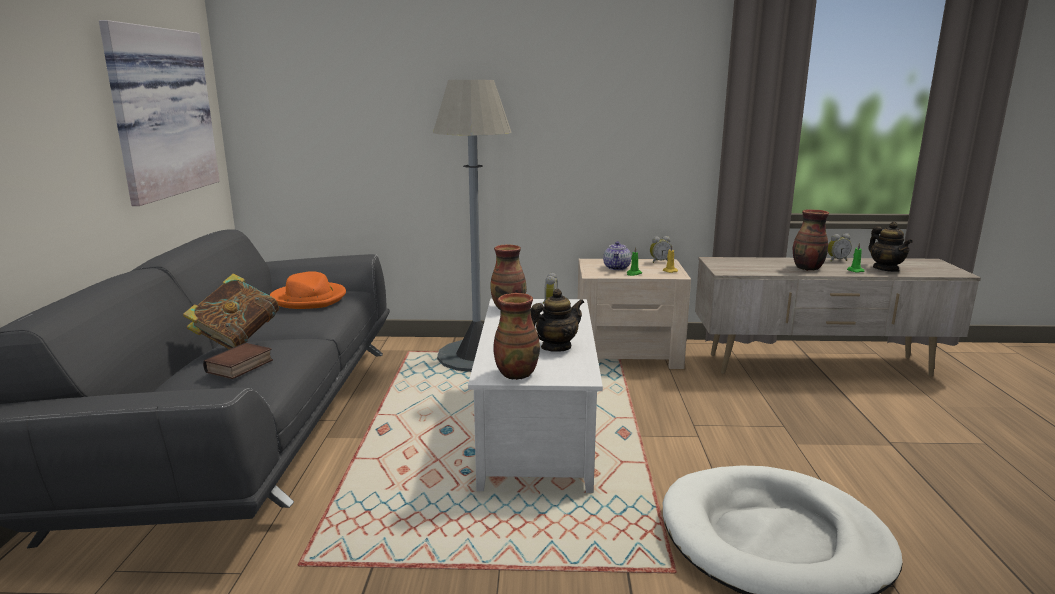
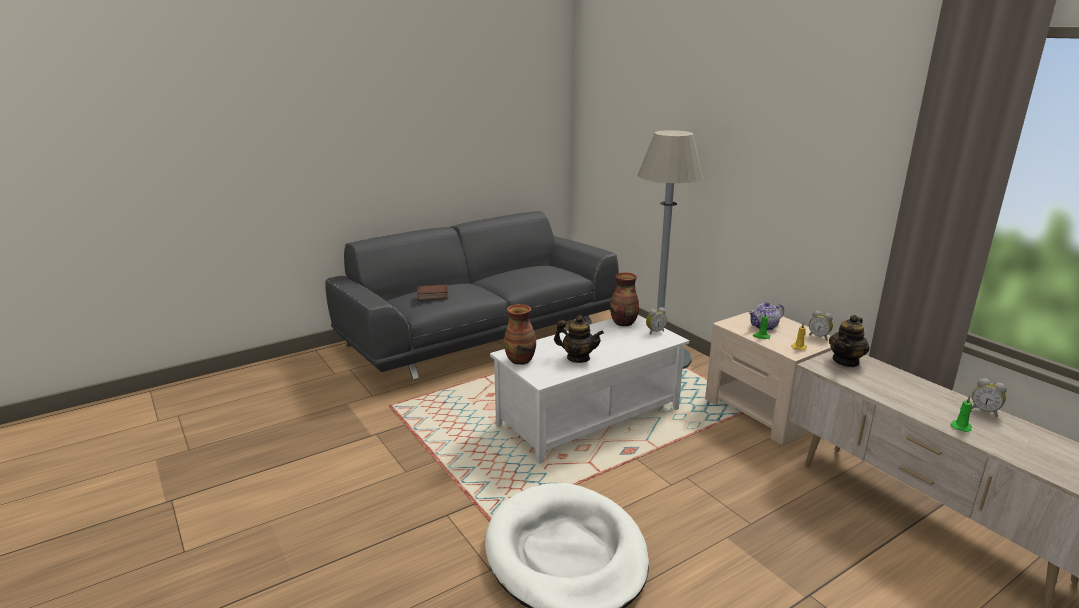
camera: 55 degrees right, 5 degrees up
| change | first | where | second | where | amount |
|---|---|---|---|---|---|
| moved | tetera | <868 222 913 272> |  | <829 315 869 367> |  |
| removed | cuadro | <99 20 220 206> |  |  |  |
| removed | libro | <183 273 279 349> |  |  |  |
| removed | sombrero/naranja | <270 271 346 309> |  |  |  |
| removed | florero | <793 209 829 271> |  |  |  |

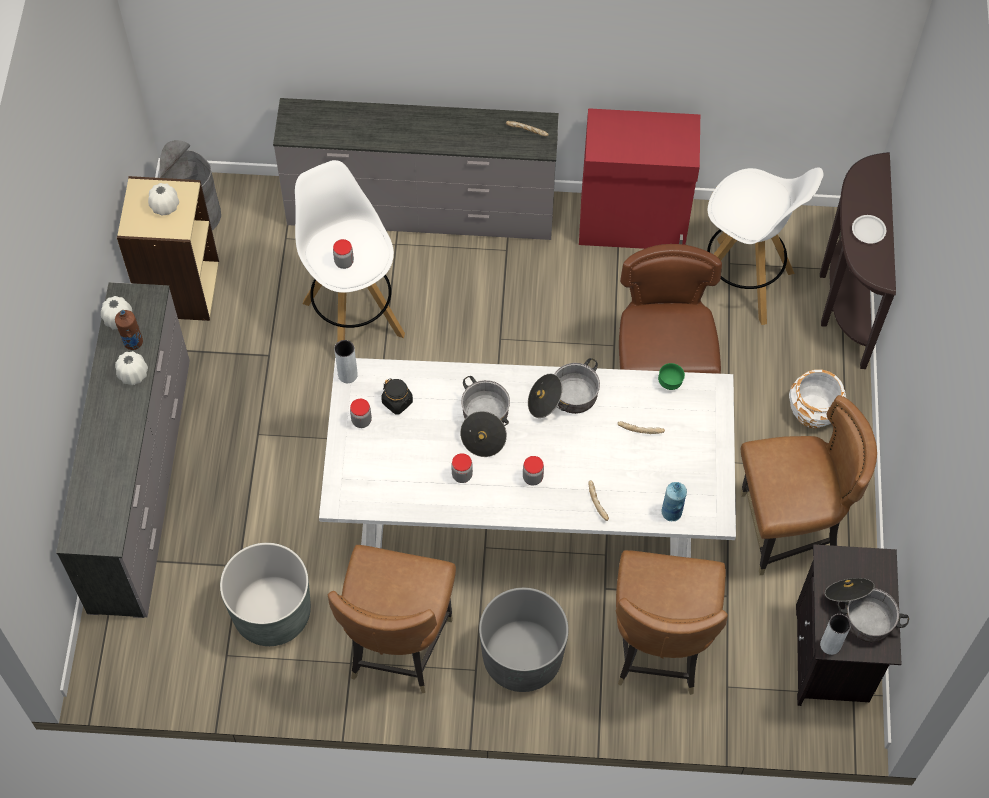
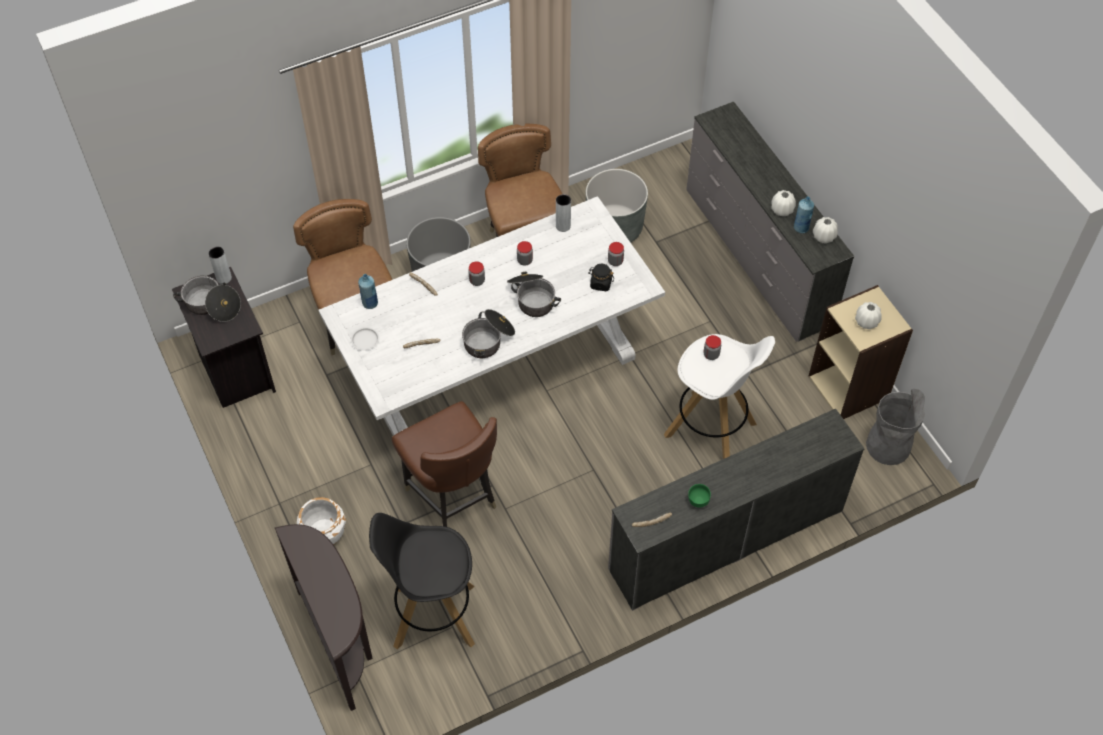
camera: 150 degrees right, 5 degrees down
| change | first | where | second | where | amount |
|---|---|---|---|---|---|
| moved | plato/blanco | <852 215 886 243> |  | <351 327 379 351> |  |
| recoloured | taburete/blanco | <707 167 824 325> | taburete/negro | <369 513 475 649> |  |
| moved | florero/gris | <334 340 358 383> |  | <556 194 571 232> |  |
| moved | cuenco/verde | <658 363 685 390> |  | <688 484 711 508> |  |
| recoloured | botella/marrón | <115 310 143 350> | botella/azul | <794 196 814 233> |  |
| removed | armario/rojo | <579 108 700 249> |  |  |  |
| removed | silla/marrón | <741 395 877 575> |  |  |  |

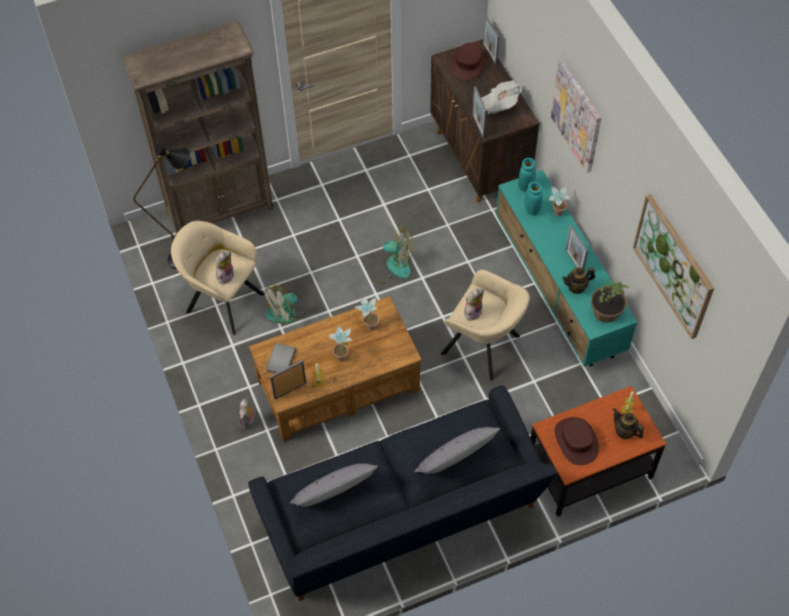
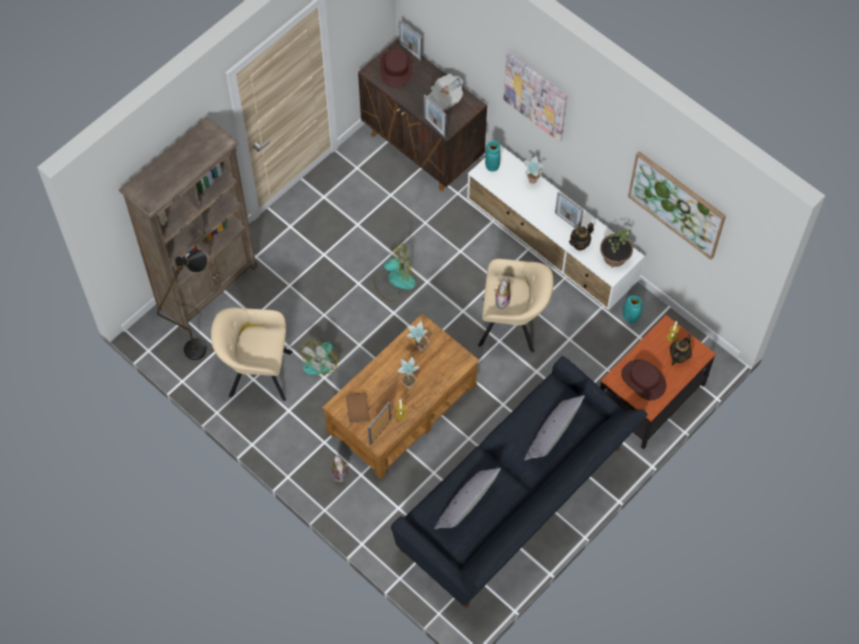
camera: 25 degrees left, 5 degrees up
| change | first | where | second | where | amount |
|---|---|---|---|---|---|
| recoloured | libro/gris | <266 343 296 374> | libro/marrón | <346 392 370 424> |  |
| recoloured | mueble de televisión/turquesa | <496 170 637 367> | mueble de televisión/blanco | <467 145 645 310> |  |
| moved | florero/turquesa | <524 182 543 215> |  | <623 295 642 323> |  |
| turned | tetera | <613 408 644 440> |  | <670 334 692 365> | 105 degrees clockwise |
| removed | peluche | <215 251 234 284> |  |  |  |

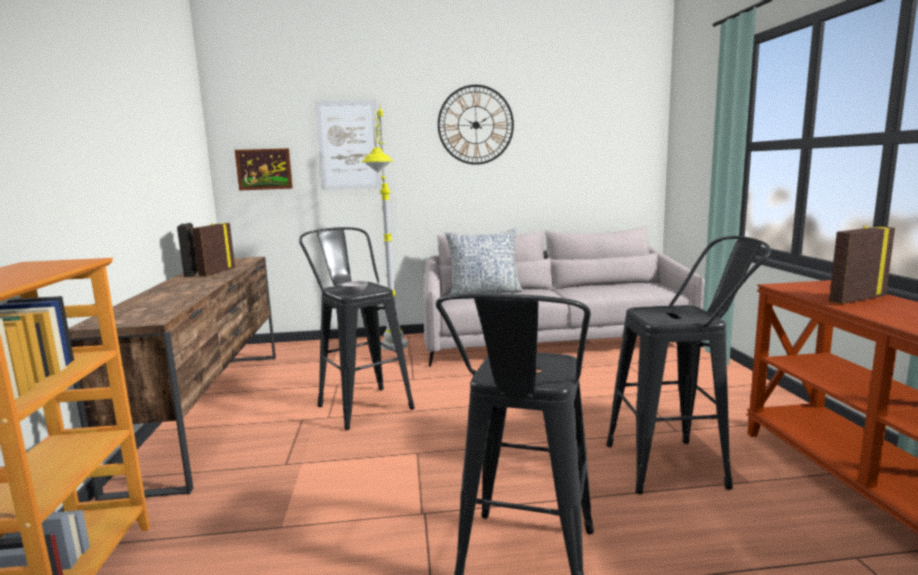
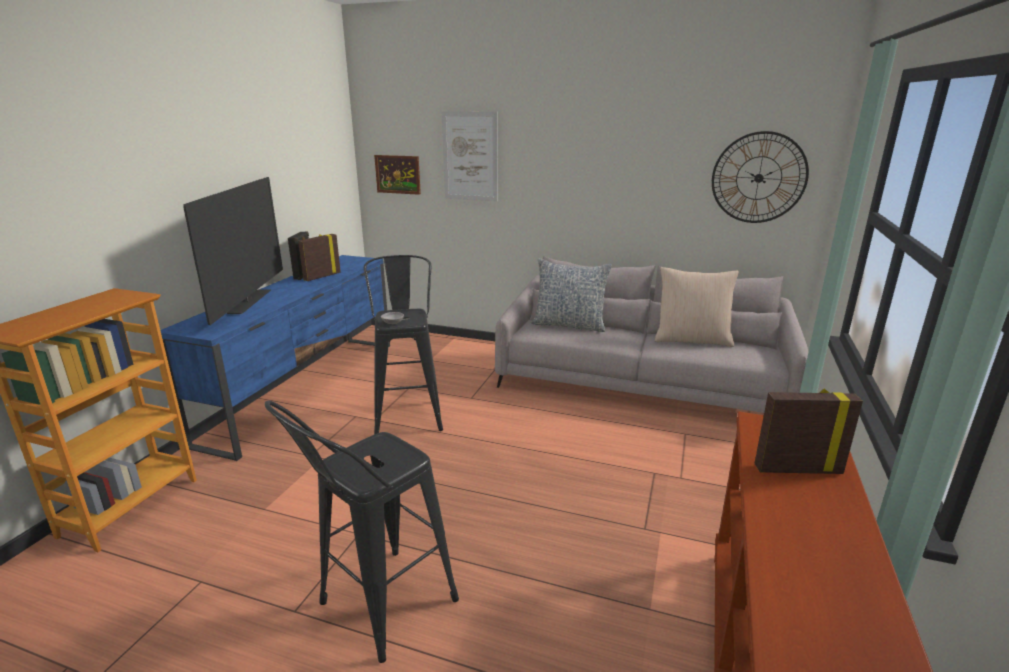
camera: 25 degrees right, 10 degrees up
| change | first | where | second | where | amount |
|---|---|---|---|---|---|
| recoloured | mueble de televisión/marrón | <68 257 276 501> | mueble de televisión/azul | <160 255 390 461> |  |
| added |  |  | televisor | <183 177 283 325> |  |
| added |  |  | cojín/beis | <655 267 739 347> |  |
| moved | reloj de pared | <438 85 514 165> |  | <712 131 809 223> |  |
| removed | lámpara de pie/gris | <361 104 408 350> |  |  |  |
| removed | taburete/negro | <606 236 771 494> |  |  |  |

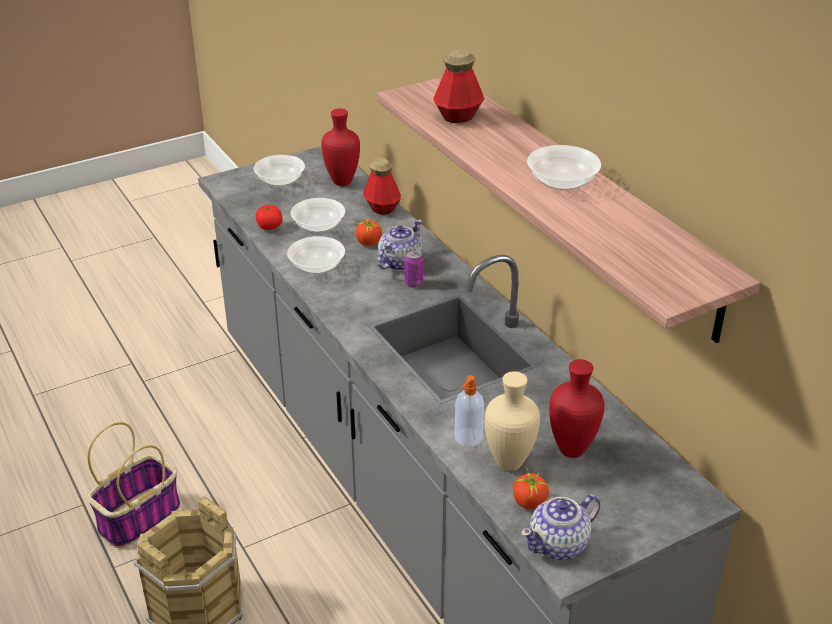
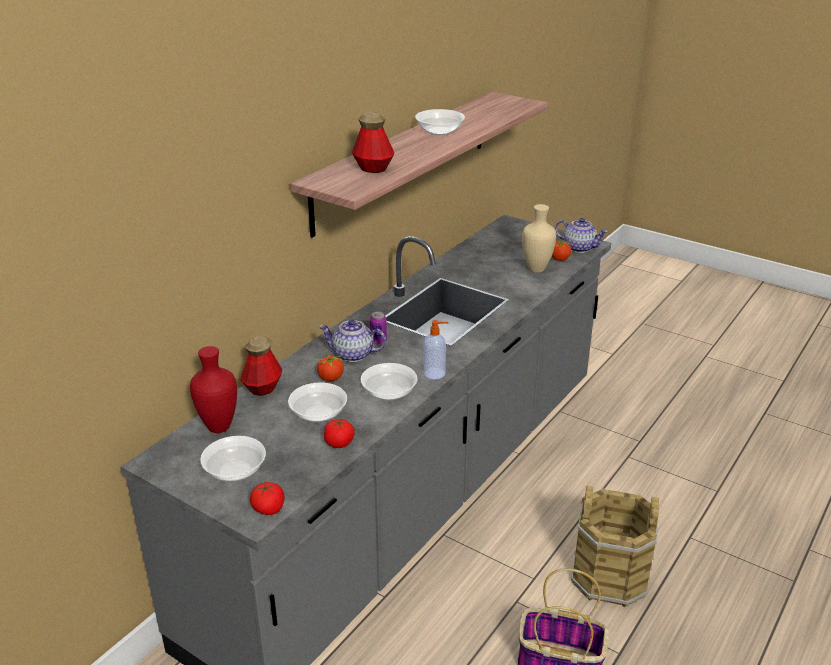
camera: 115 degrees left, 5 degrees down
| change | first | where | second | where | amount |
|---|---|---|---|---|---|
| added |  |  | tomate | <250 482 285 515> |  |
| moved | dispensador de jabón | <455 375 484 447> |  | <423 320 448 379> |  |
| removed | florero/rojo | <549 359 604 458> |  |  |  |

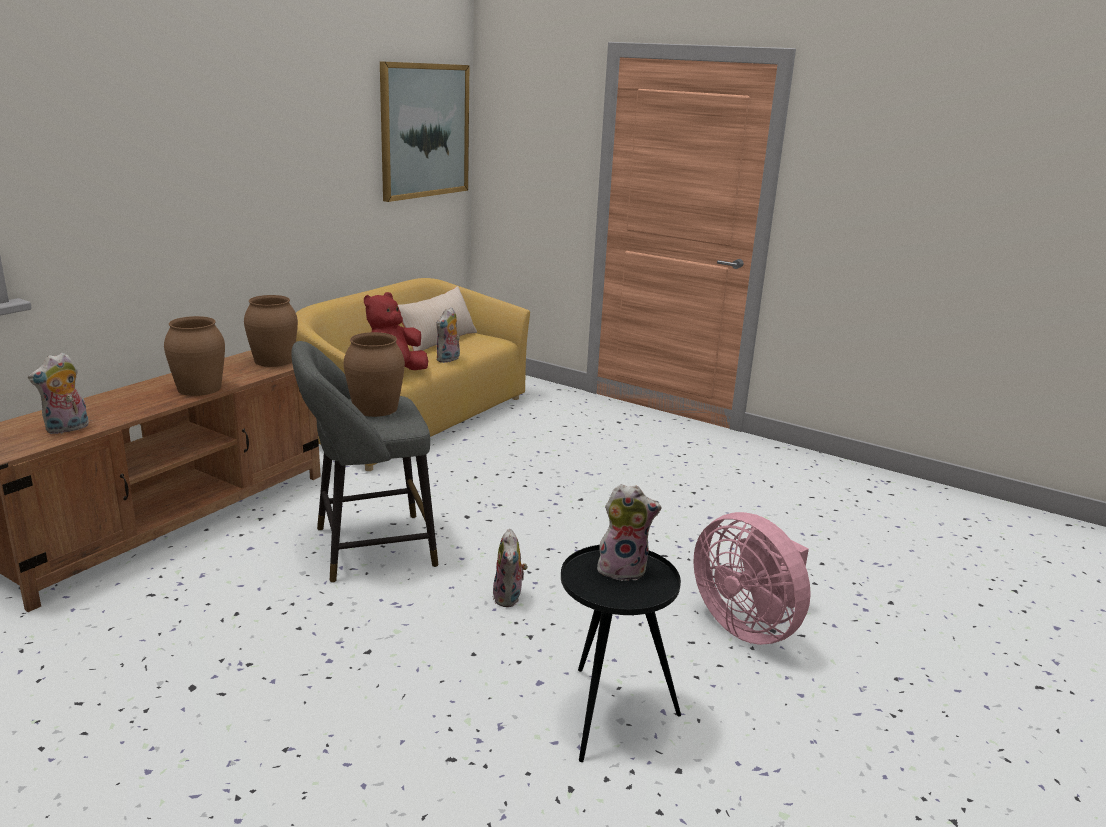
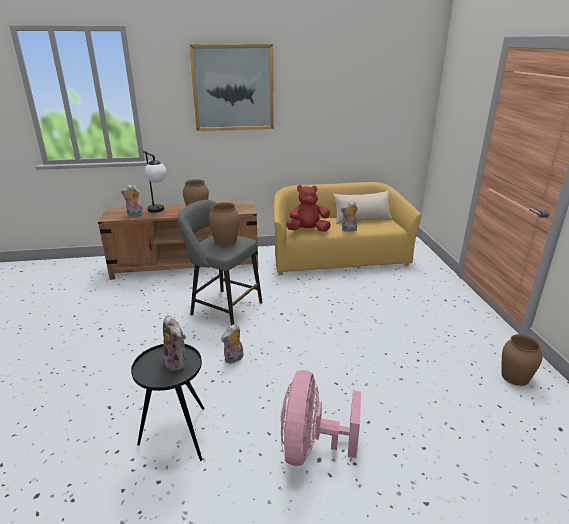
camera: 50 degrees right, 5 degrees up
| change | first | where | second | where | amount |
|---|---|---|---|---|---|
| added |  |  | lámpara de mesa | <143 151 167 213> |  |
| moved | cuadro | <380 61 469 202> |  | <189 44 274 131> |  |
| moved | florero/marrón | <244 295 298 367> |  | <501 334 542 386> |  |

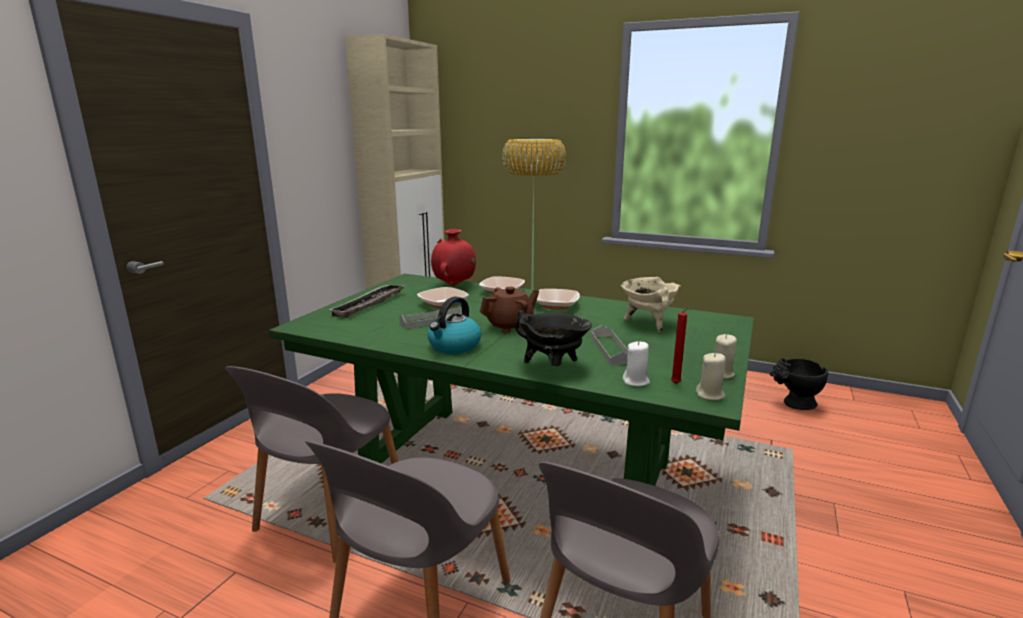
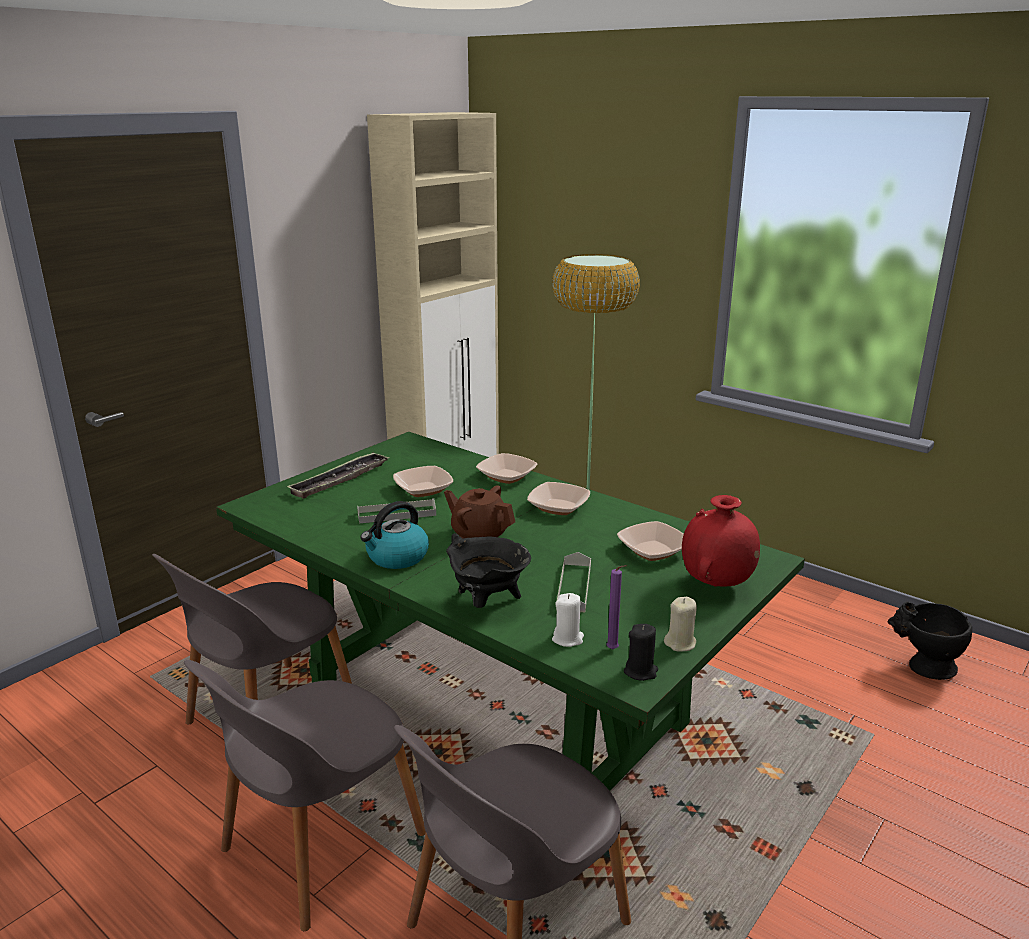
camera: 15 degrees right, 5 degrees up
| change | first | where | second | where | amount |
|---|---|---|---|---|---|
| turned | tetera/marrón | <480 287 539 333> |  | <444 485 515 539> | 135 degrees counterclockwise |
| recoloured | vela/rojo | <671 306 693 384> | vela/morado | <606 565 627 650> |  |
| replaced | olla/beis | <621 277 681 332> | cuenco | <617 521 684 561> |  |
| recoloured | vela/beis | <696 352 726 400> | vela/negro | <624 624 658 681> |  |
| moved | florero/rojo | <431 229 476 286> |  | <682 495 760 587> |  |

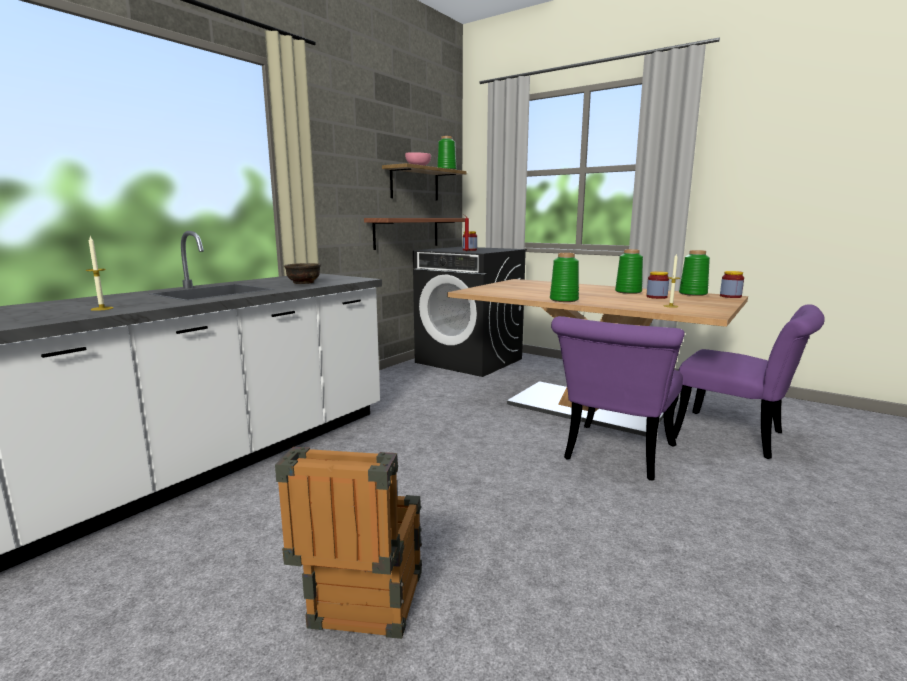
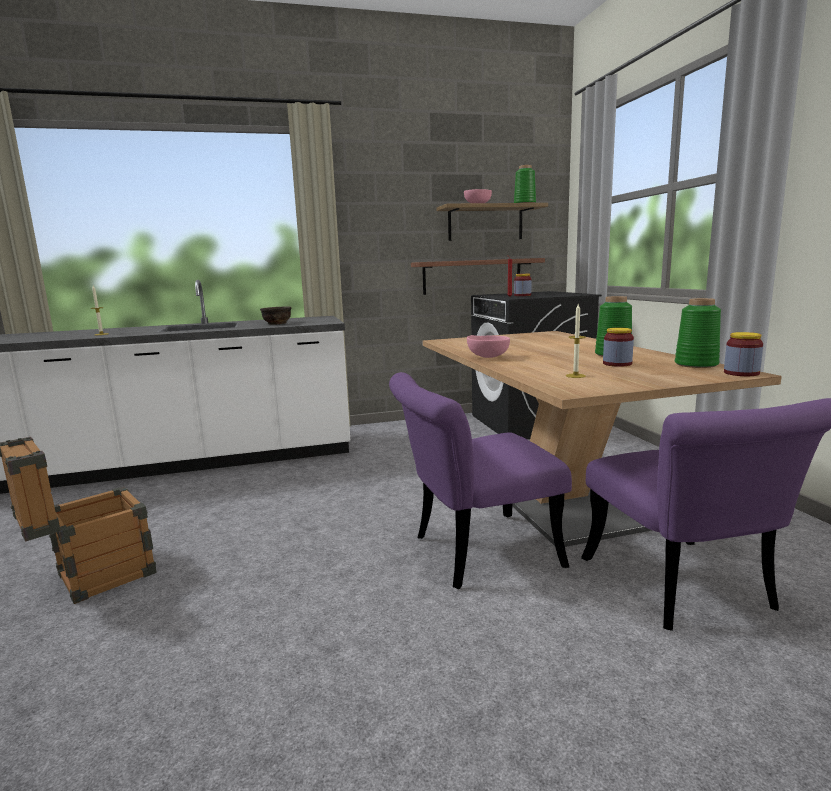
camera: 40 degrees right, 0 degrees up
| change | first | where | second | where | amount |
|---|---|---|---|---|---|
| replaced | florero/verde | <550 253 579 302> | cuenco/rosa | <467 335 510 358> |  |

